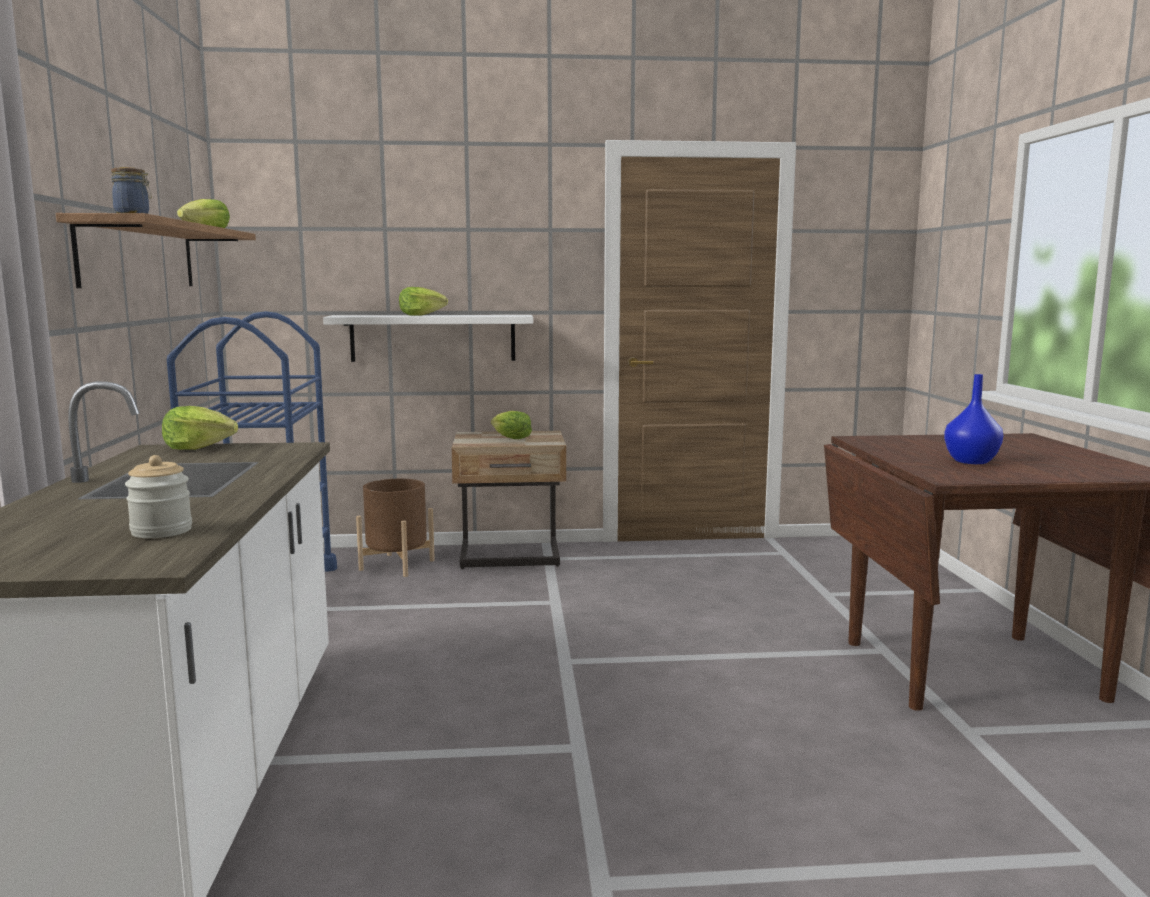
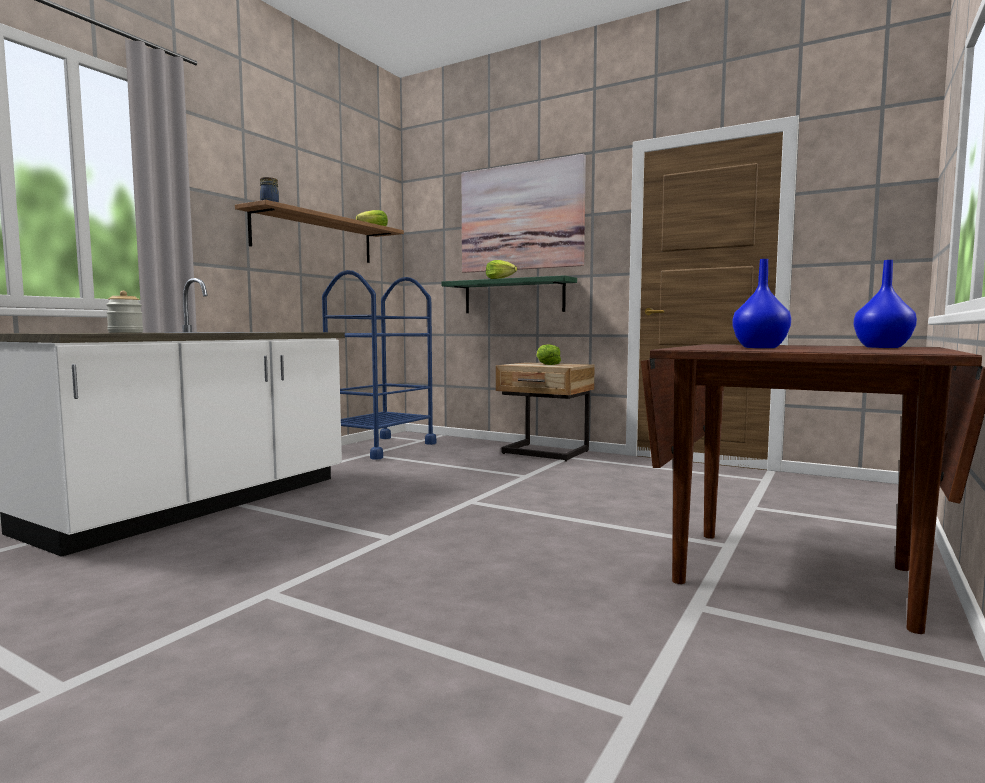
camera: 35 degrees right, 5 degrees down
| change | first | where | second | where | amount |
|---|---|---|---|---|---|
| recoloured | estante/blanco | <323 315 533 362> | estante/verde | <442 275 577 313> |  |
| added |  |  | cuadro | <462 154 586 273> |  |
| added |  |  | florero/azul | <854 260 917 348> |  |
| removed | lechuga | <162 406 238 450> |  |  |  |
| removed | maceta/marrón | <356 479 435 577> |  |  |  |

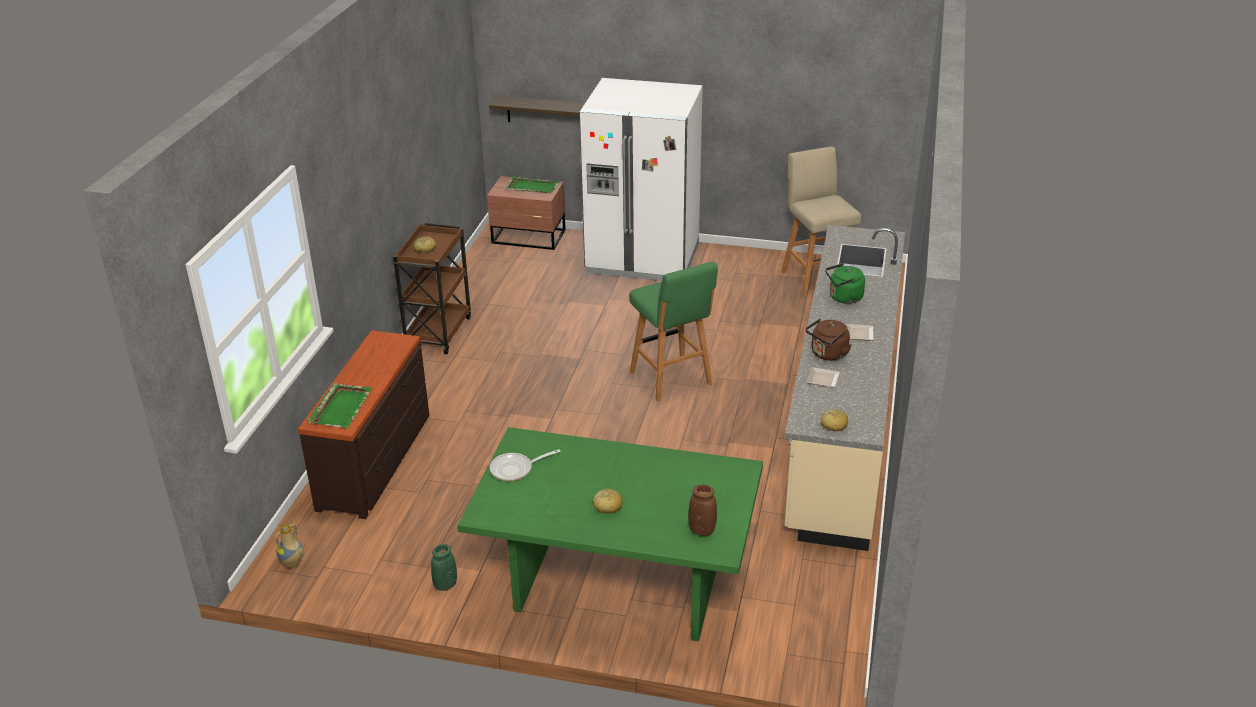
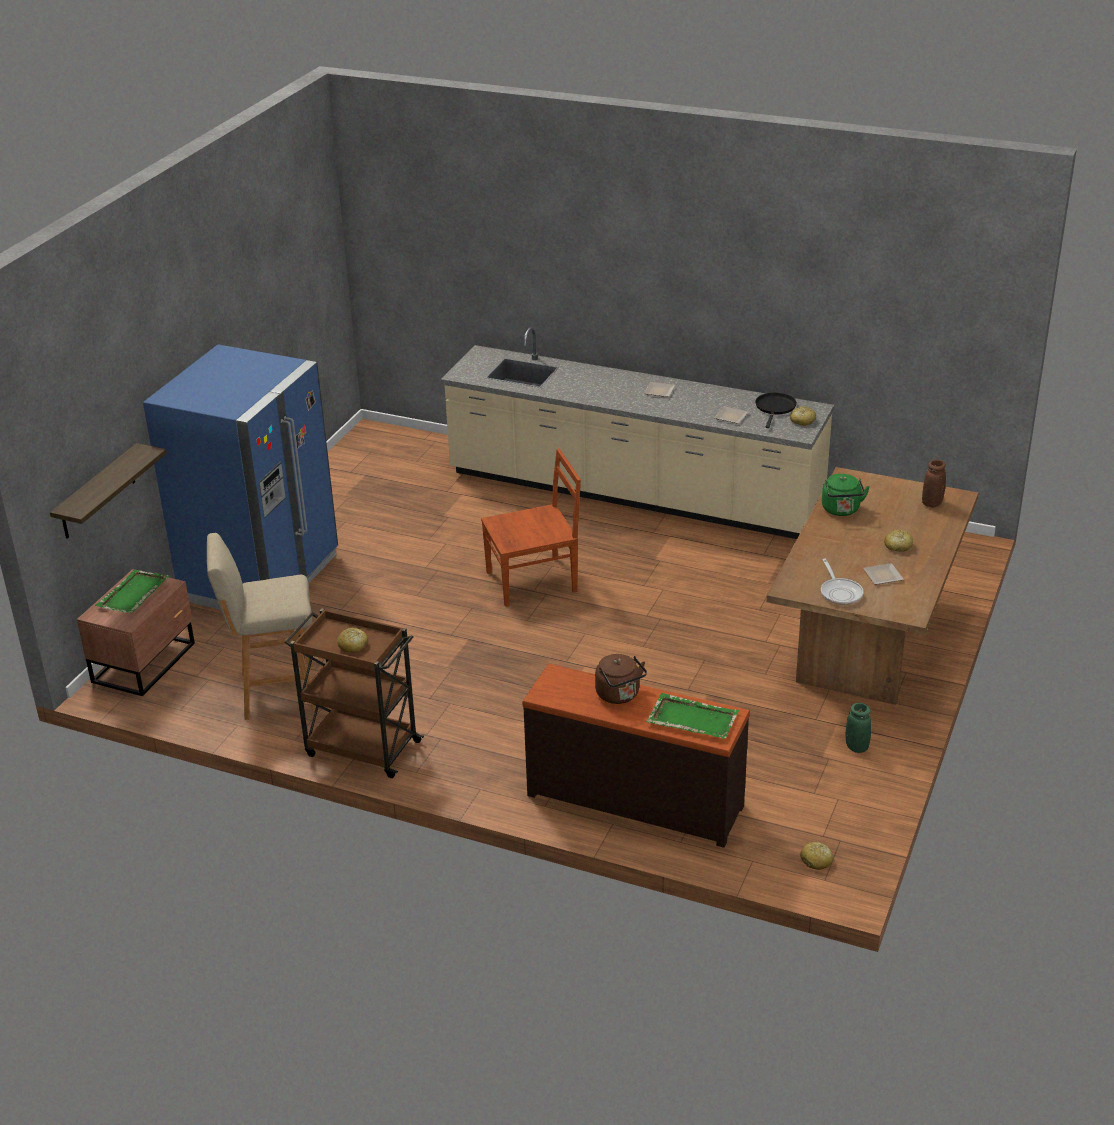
camera: 80 degrees left, 0 degrees up
| change | first | where | second | where | amount |
|---|---|---|---|---|---|
| recoloured | nevera/blanco | <579 78 703 281> | nevera/azul | <143 344 338 610> |  |
| moved | taburete/beis | <781 147 861 297> |  | <207 533 316 720> |  |
| replaced | taburete/verde | <629 261 718 402> | silla/marrón | <481 449 581 607> |  |
| moved | hervidor/marrón | <806 318 851 361> |  | <595 654 647 704> |  |
| added |  |  | sartén/negro | <755 393 797 428> |  |
| recoloured | mesa de comedor/verde | <457 427 763 641> | mesa de comedor/marrón | <766 467 978 705> |  |
| replaced | florero | <275 523 303 568> | pan | <800 842 833 870> |  |
| moved | hervidor/verde | <825 263 865 304> |  | <822 474 870 516> |  |
| added |  |  | plato | <863 563 904 585> |  |

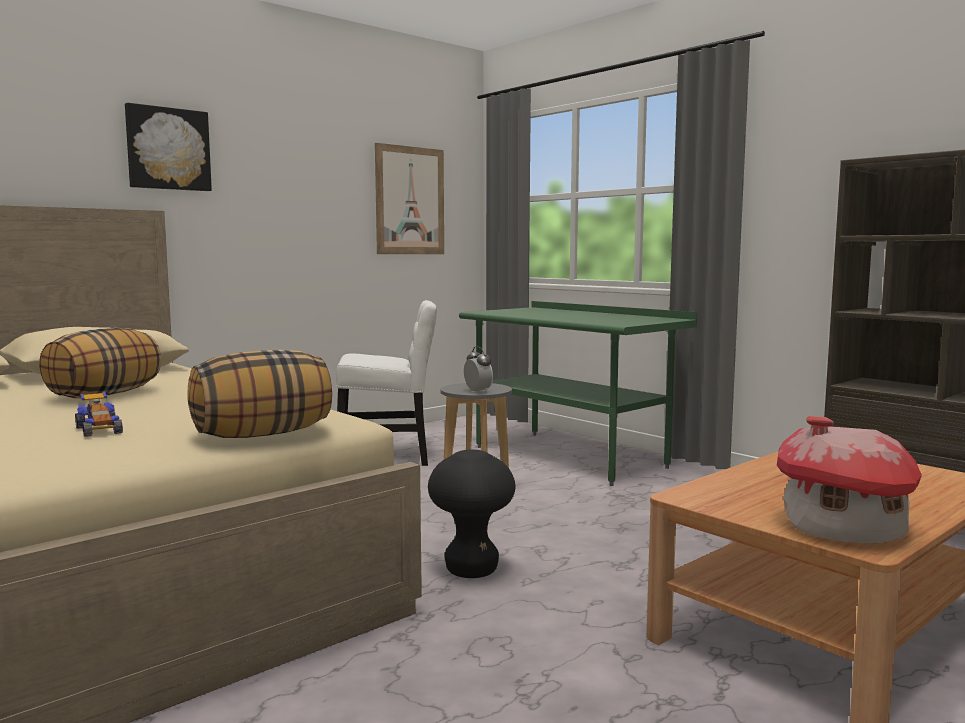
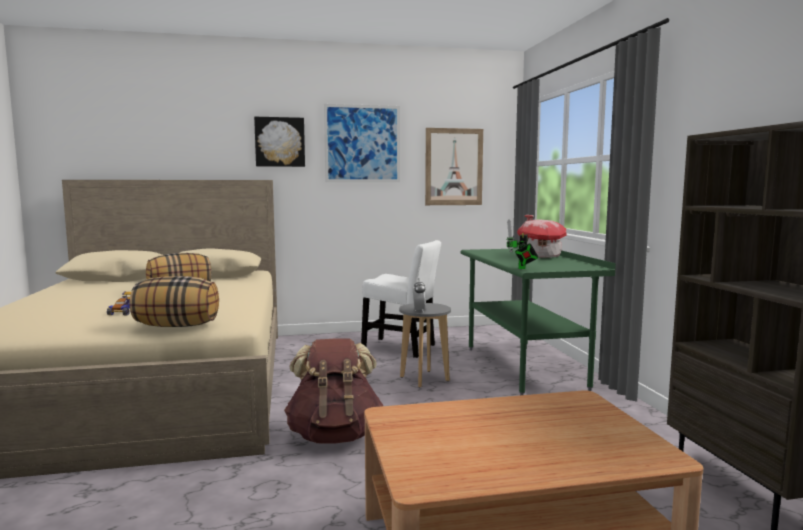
camera: 30 degrees right, 0 degrees up
| change | first | where | second | where | amount |
|---|---|---|---|---|---|
| replaced | taburete/negro | <428 450 515 578> | mochila/marrón | <284 338 383 444> |  |
| added |  |  | cuadro | <324 104 400 182> |  |
| added |  |  | robot de juguete | <506 219 538 269> |  |
| moved | casita | <777 416 922 543> |  | <517 215 566 258> |  |

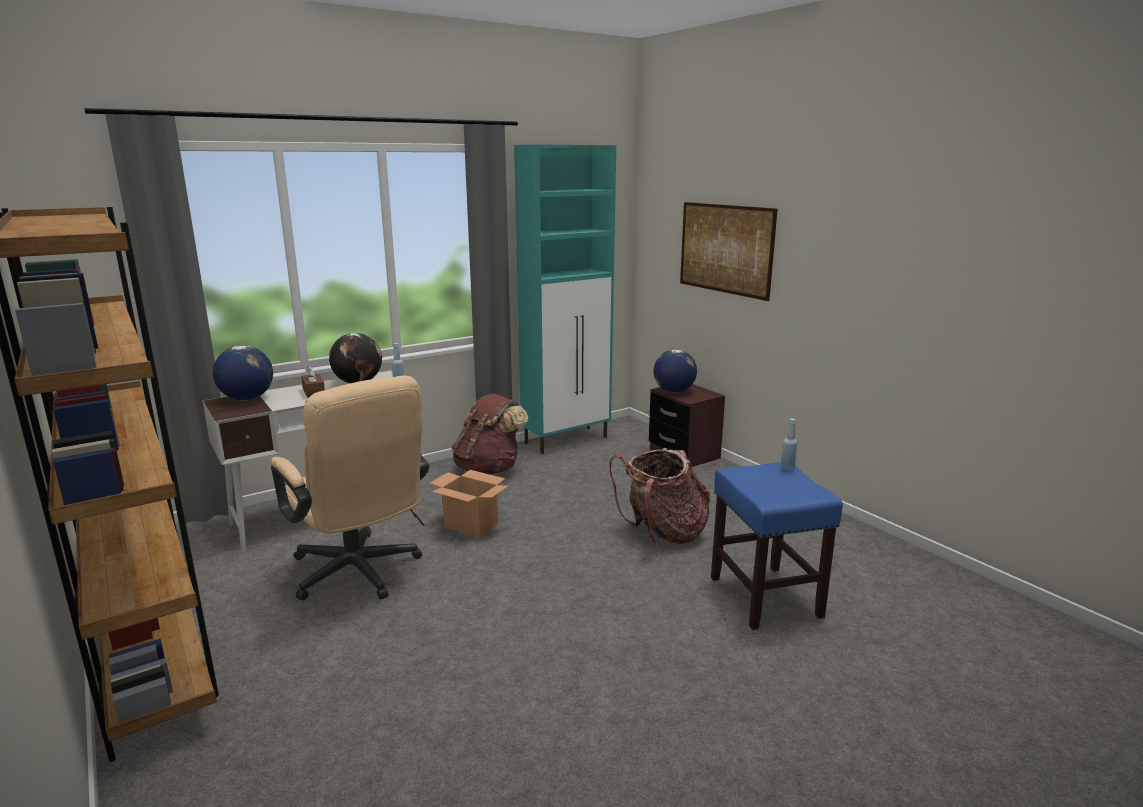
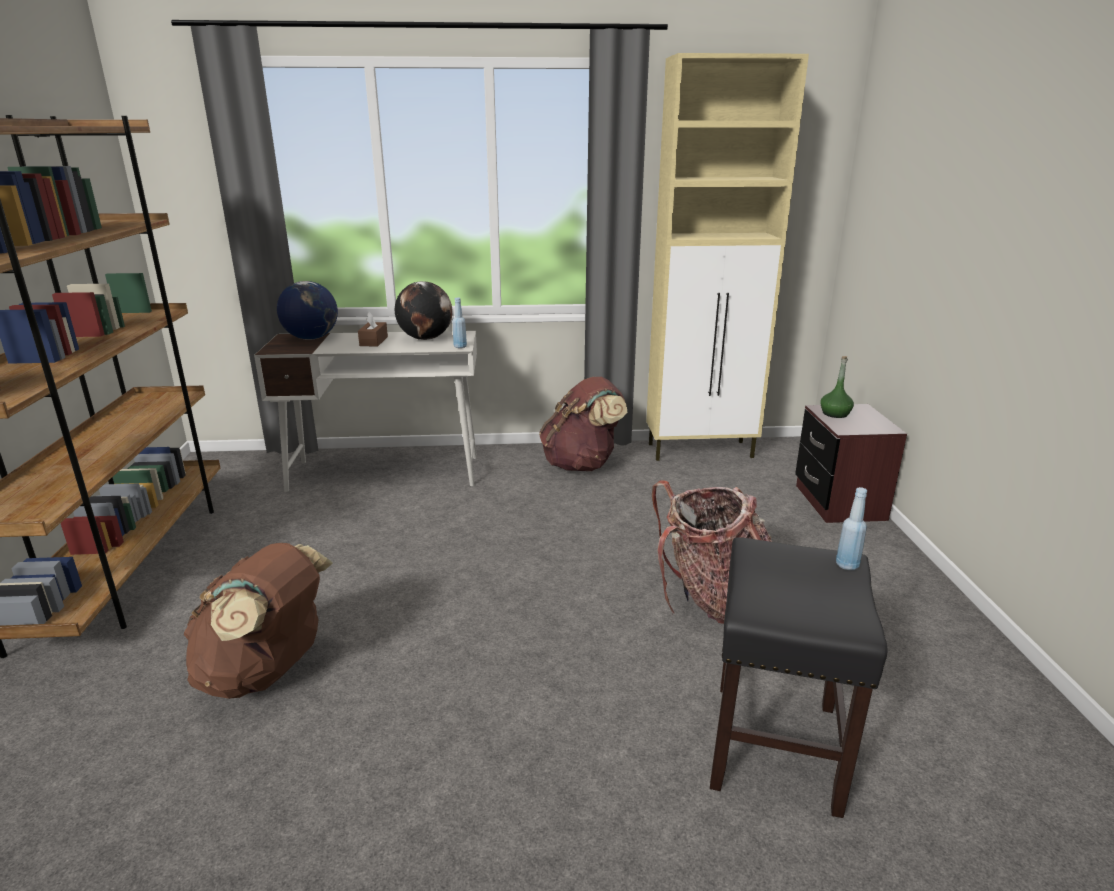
camera: 30 degrees right, 5 degrees up
| change | first | where | second | where | amount |
|---|---|---|---|---|---|
| added |  |  | mochila/marrón | <184 543 333 699> |  |
| recoloured | armario/turquesa | <514 144 616 454> | armario/beis | <646 53 809 461> |  |
| recoloured | taburete/azul | <711 462 843 630> | taburete/negro | <710 537 888 818> |  |
| replaced | globo terráqueo | <654 349 697 393> | botella/verde | <820 356 854 418> |  |
| removed | silla de oficina/beis | <271 376 429 601> |  |  |  |
| removed | caja de cartón | <430 470 509 538> |  |  |  |
| removed | cuadro | <680 202 778 301> |  |  |  |

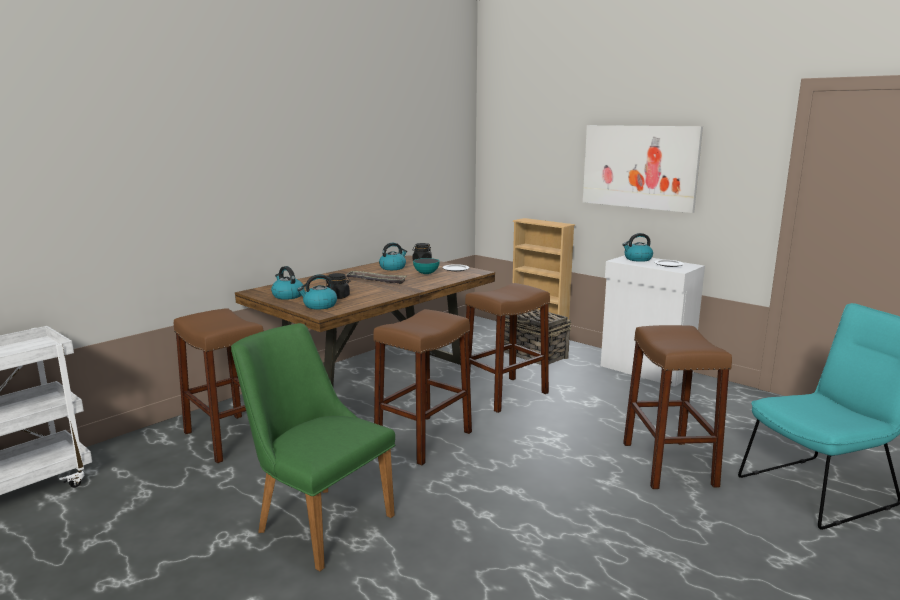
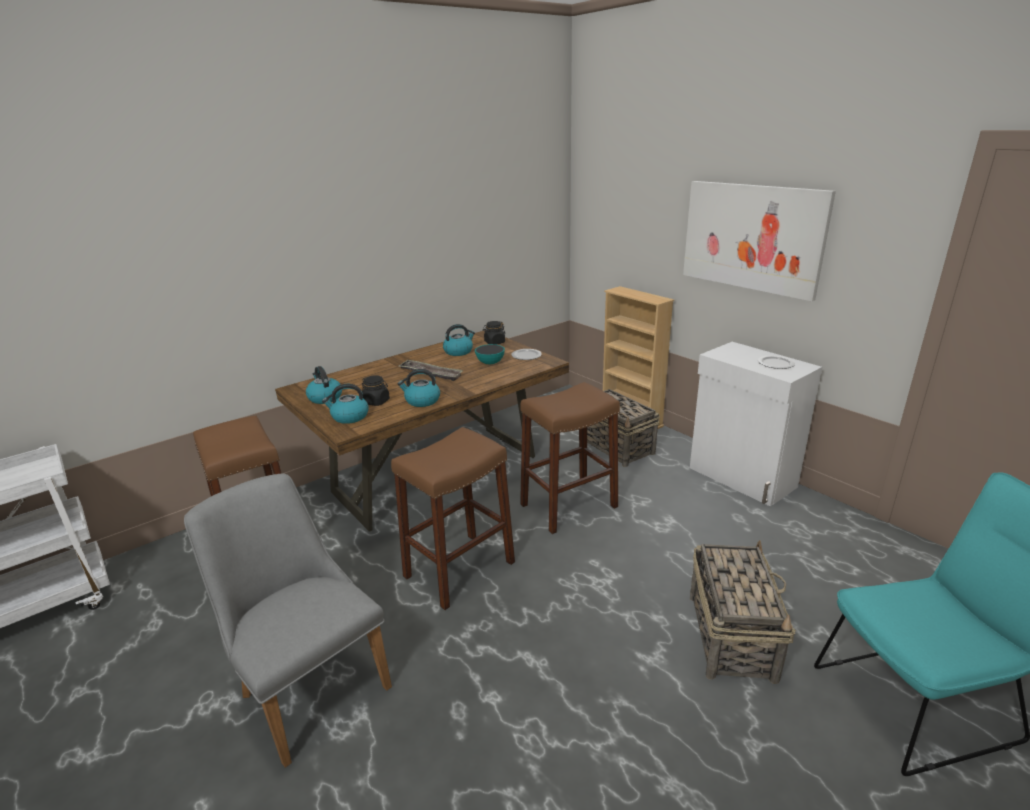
camera: 10 degrees right, 10 degrees up
| change | first | where | second | where | amount |
|---|---|---|---|---|---|
| recoloured | silla/verde | <231 323 395 571> | silla/gris | <184 474 392 768> |  |
| moved | hervidor | <622 233 653 262> |  | <398 369 440 407> |  |
| replaced | taburete/marrón | <623 325 732 489> | cesta | <690 540 796 684> |  |

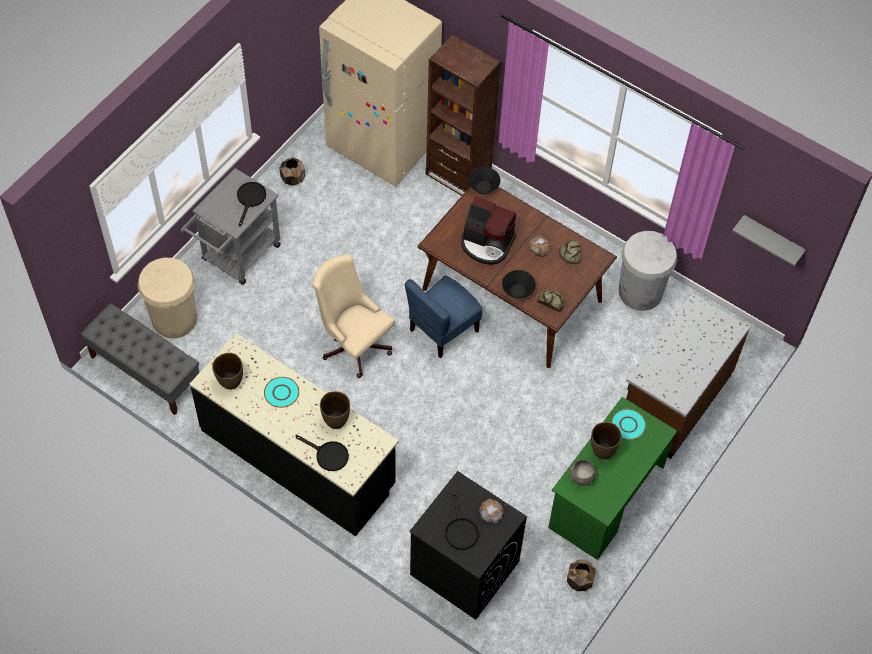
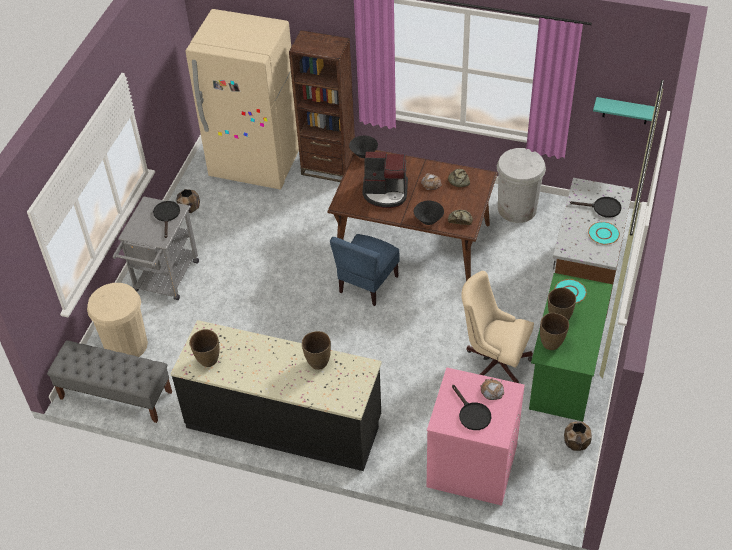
camera: 15 degrees left, 10 degrees down
| change | first | where | second | where | amount |
|---|---|---|---|---|---|
| recoloured | lavadora/negro | <409 471 527 620> | lavadora/rosa | <427 367 525 506> |  |
| moved | silla de oficina/beis | <312 254 395 378> |  | <461 271 534 383> |  |
| replaced | cuenco/gris | <570 459 597 485> | florero/marrón | <540 313 569 350> |  |
| moved | sartén/negro | <295 435 349 471> |  | <570 197 621 218> |  |
| moved | plato/turquesa | <264 377 299 408> |  | <588 222 620 245> |  |
| recoloured | estante/gris | <732 215 806 266> | estante/turquesa | <593 97 655 124> |  |

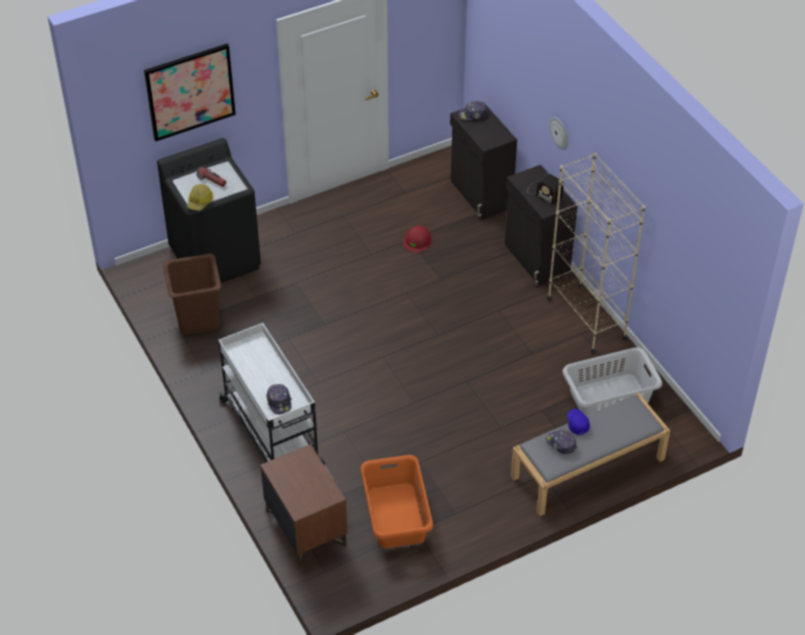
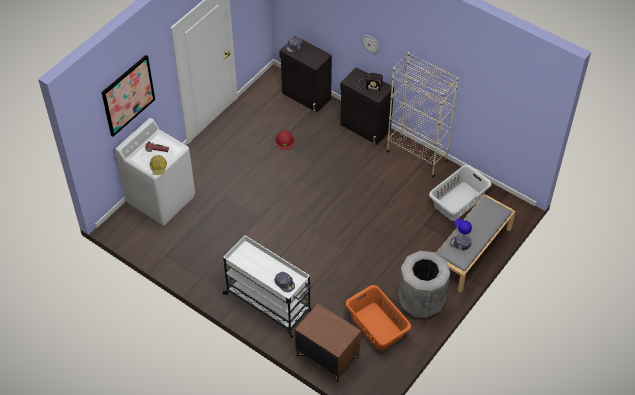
camera: 25 degrees left, 5 degrees up
| change | first | where | second | where | amount |
|---|---|---|---|---|---|
| recoloured | lavadora/negro | <157 138 261 283> | lavadora/blanco | <115 118 195 226> |  |
| added |  |  | papelera/gris | <398 251 450 318> |  |
| removed | cesto de la ropa/marrón | <163 253 222 335> |  |  |  |

